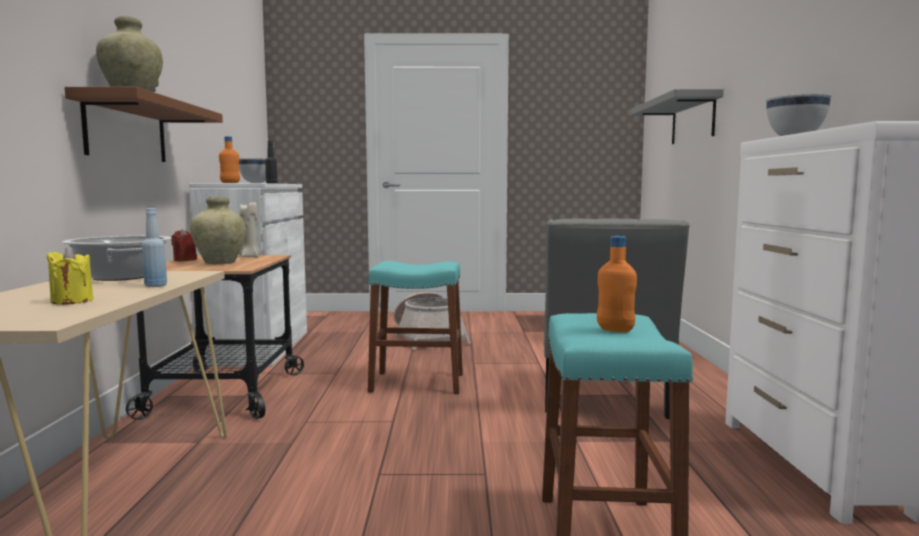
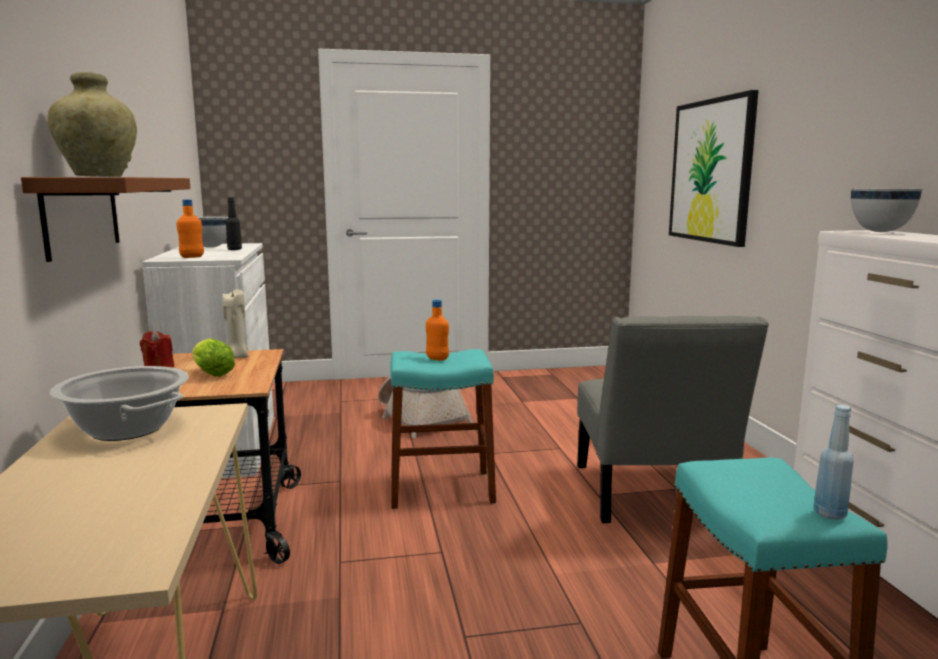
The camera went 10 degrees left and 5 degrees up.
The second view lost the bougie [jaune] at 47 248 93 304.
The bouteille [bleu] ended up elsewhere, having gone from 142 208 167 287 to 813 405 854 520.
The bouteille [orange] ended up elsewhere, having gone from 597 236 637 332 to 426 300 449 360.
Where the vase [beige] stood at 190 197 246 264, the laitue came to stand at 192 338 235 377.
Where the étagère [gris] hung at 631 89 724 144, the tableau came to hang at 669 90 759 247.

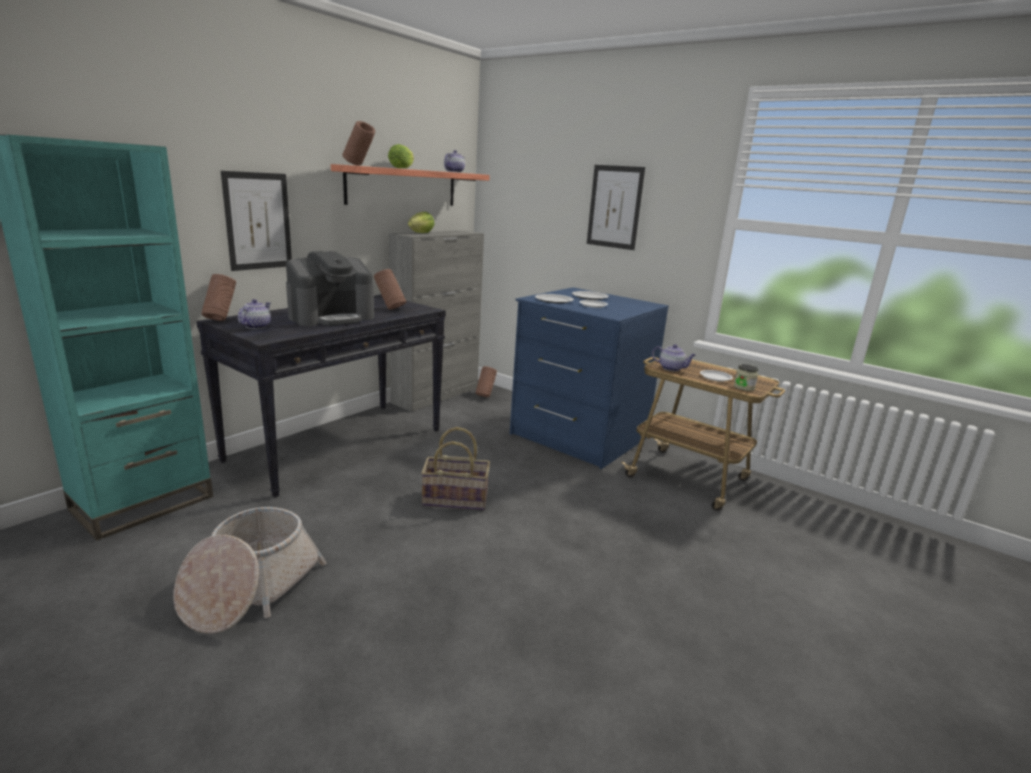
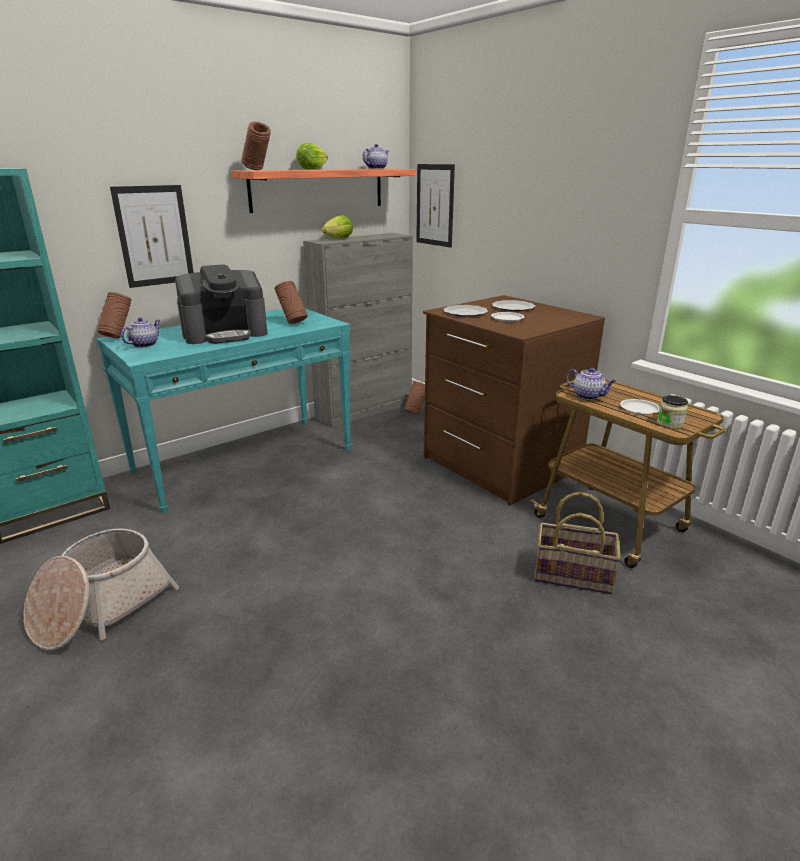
The camera went 15 degrees right and 5 degrees up.
The panier ended up elsewhere, having gone from 421 427 490 510 to 535 492 621 594.
The tableau ended up elsewhere, having gone from 587 165 645 250 to 416 164 455 248.
What was the table console [noir] at 196 295 446 497 turned into the table console [turquoise] at 96 308 351 514.
What was the commode [bleu] at 510 287 669 469 turned into the commode [marron] at 423 295 605 505.

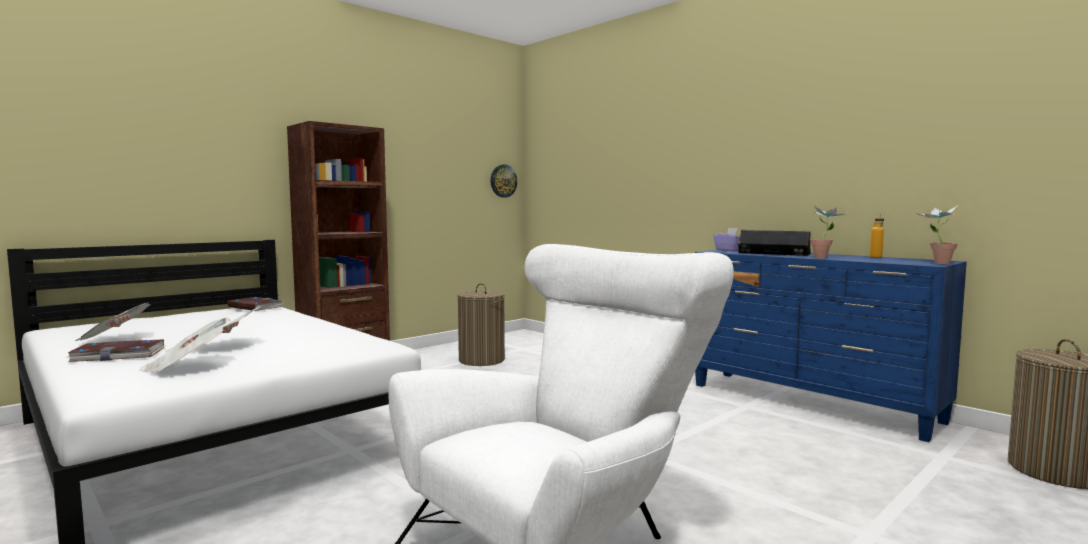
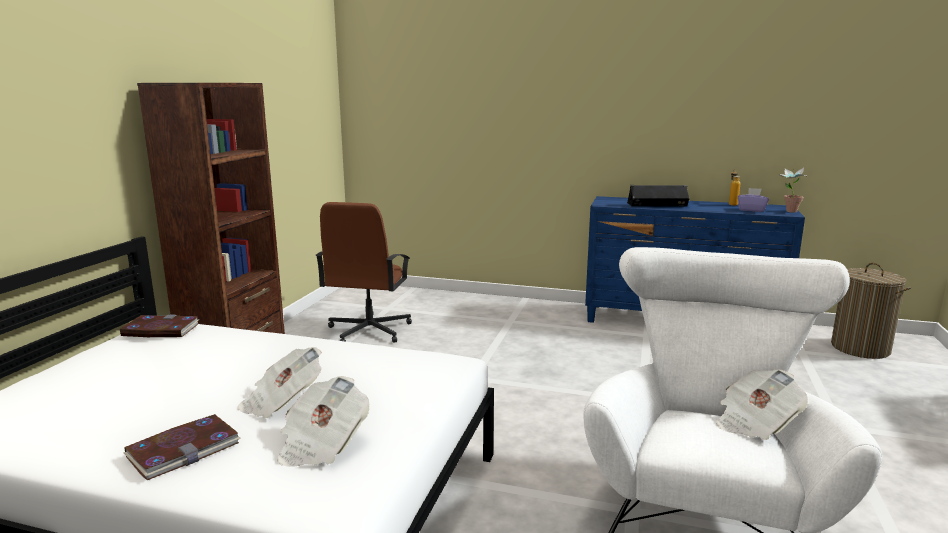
The camera went 30 degrees left and 10 degrees up.
The second view lost the horloge murale at 491 164 517 198.
The second view lost the plante en pot at 810 204 846 258.
The journal ended up elsewhere, having gone from 75 302 151 341 to 717 369 808 440.
The boîte à mouchoirs [violet] ended up elsewhere, having gone from 713 228 740 251 to 738 188 769 212.
Where the panier à linge stood at 457 283 505 366, the chaise de bureau [marron] came to stand at 316 202 412 343.

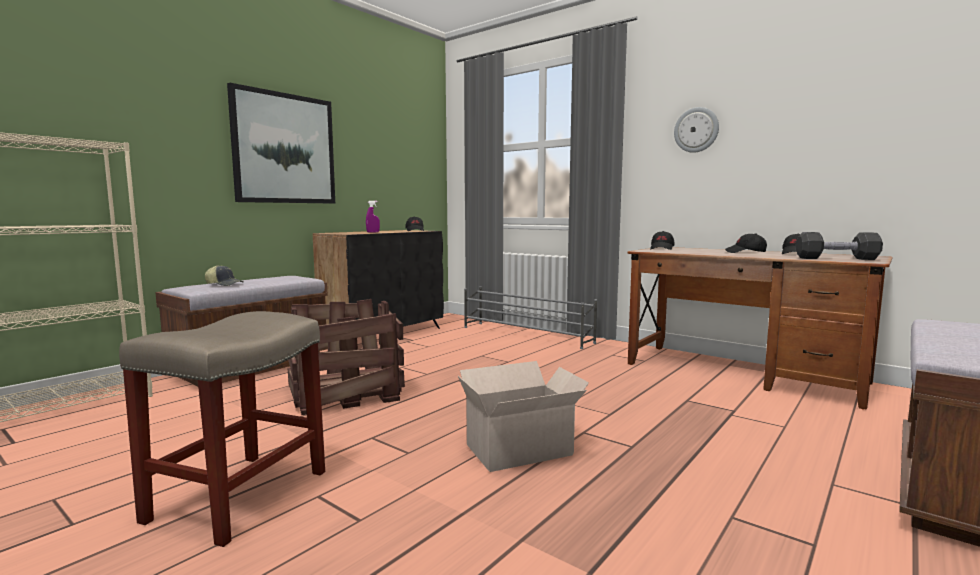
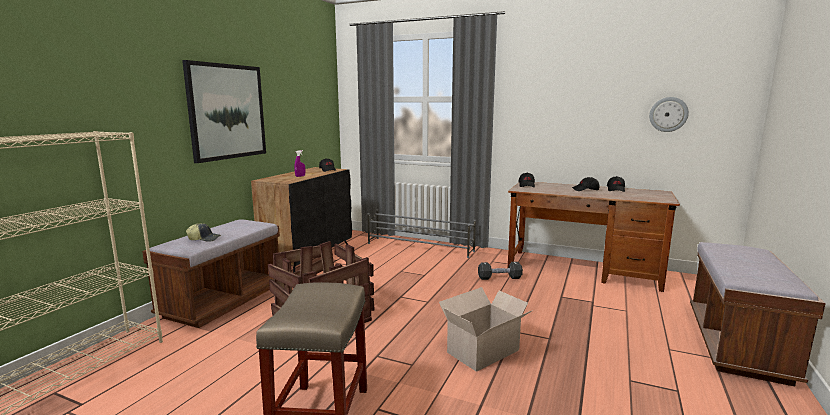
The camera went 15 degrees left and 5 degrees up.
The horloge murale ended up elsewhere, having gone from 674 107 719 153 to 649 97 689 132.
The haltère [noir] ended up elsewhere, having gone from 796 232 883 260 to 478 262 523 280.

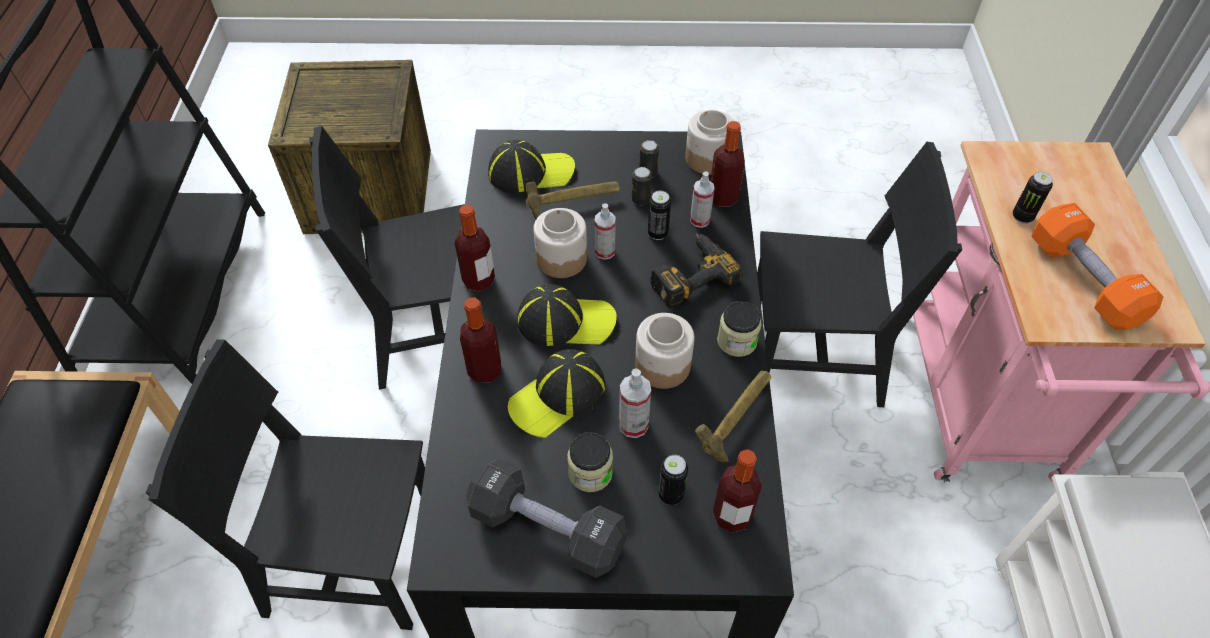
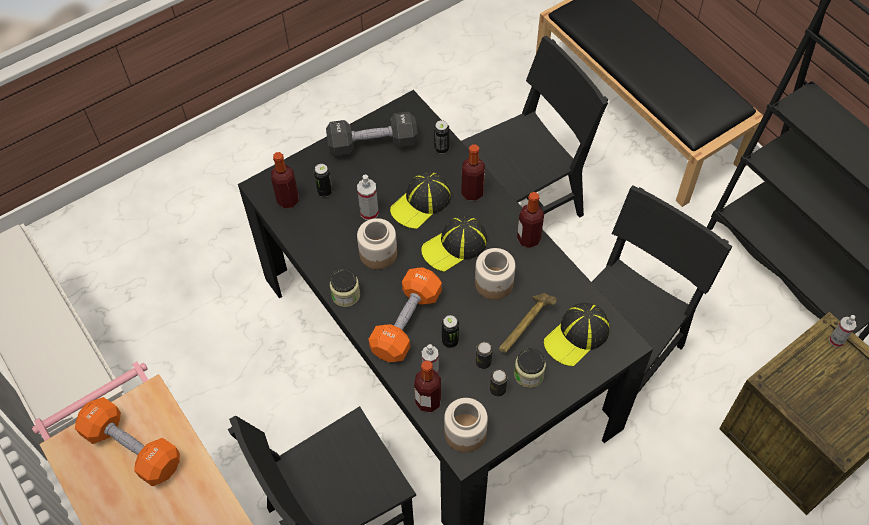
The camera went 145 degrees right and 5 degrees up.
The second view lost the marteau at 695 371 771 462.
The bocal ended up elsewhere, having gone from 567 432 613 492 to 514 348 546 388.
The vaporisateur ended up elsewhere, having gone from 595 203 616 260 to 829 315 856 347.
The boîte métallique ended up elsewhere, having gone from 1013 172 1053 224 to 434 120 449 154.
Where the perceuse stood at 650 233 743 308, the haltère [orange] came to stand at 368 268 442 362.
The casquette at 508 349 605 438 ended up facing another way, 150 degrees counterclockwise from before.

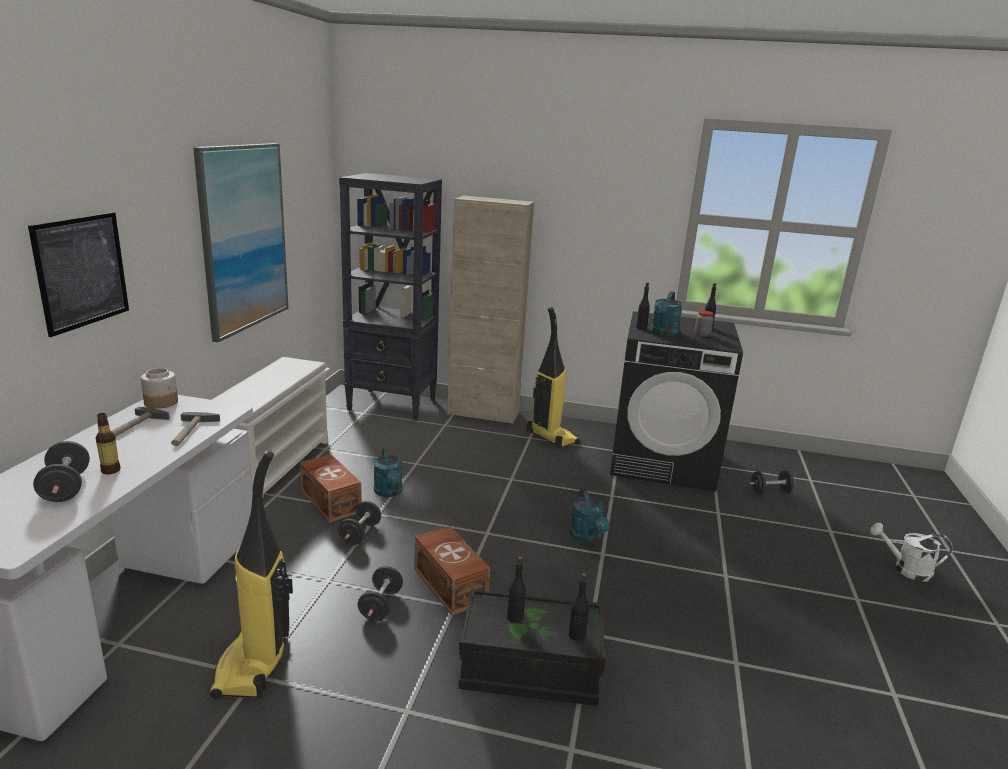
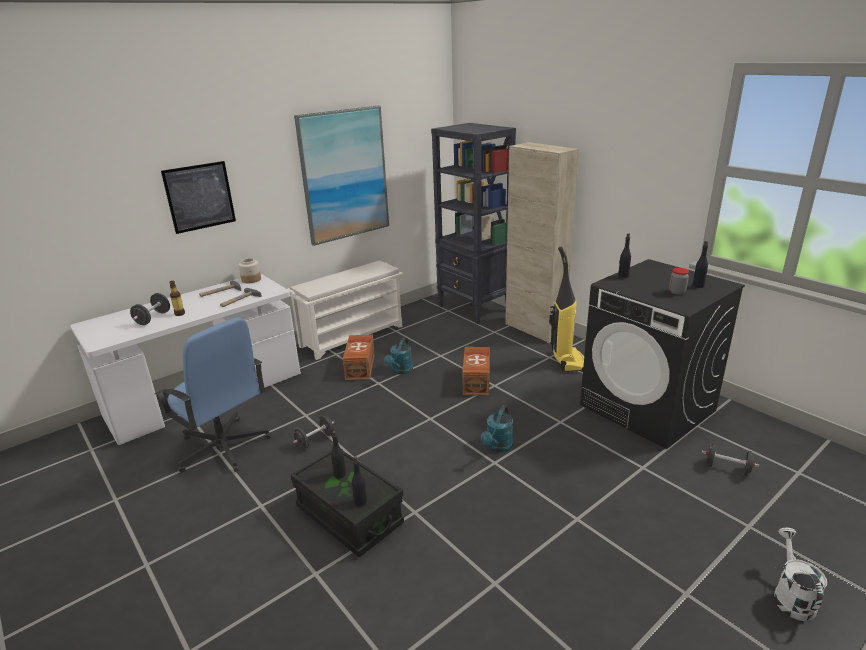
The camera went 40 degrees right and 5 degrees up.
The second view lost the haltère [noir] at 338 501 381 545.
The second view lost the arrosoir [turquoise] at 651 291 683 336.
The boîte de rangement [marron] ended up elsewhere, having gone from 414 526 490 616 to 462 347 490 395.
Where the aspirateur stood at 209 451 293 699, the chaise de bureau [bleu] came to stand at 155 317 271 472.
The arrosoir [blanc] at 870 523 952 582 ended up facing another way, 45 degrees clockwise from before.

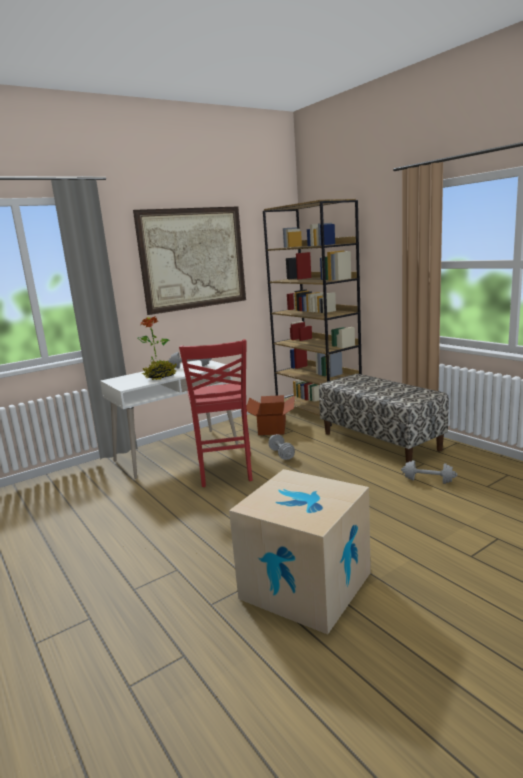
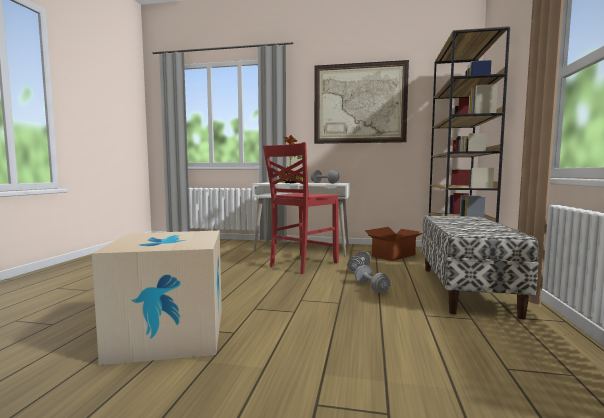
The camera went 45 degrees right and 10 degrees down.
The haltère [gris] ended up elsewhere, having gone from 401 461 457 484 to 355 265 390 293.

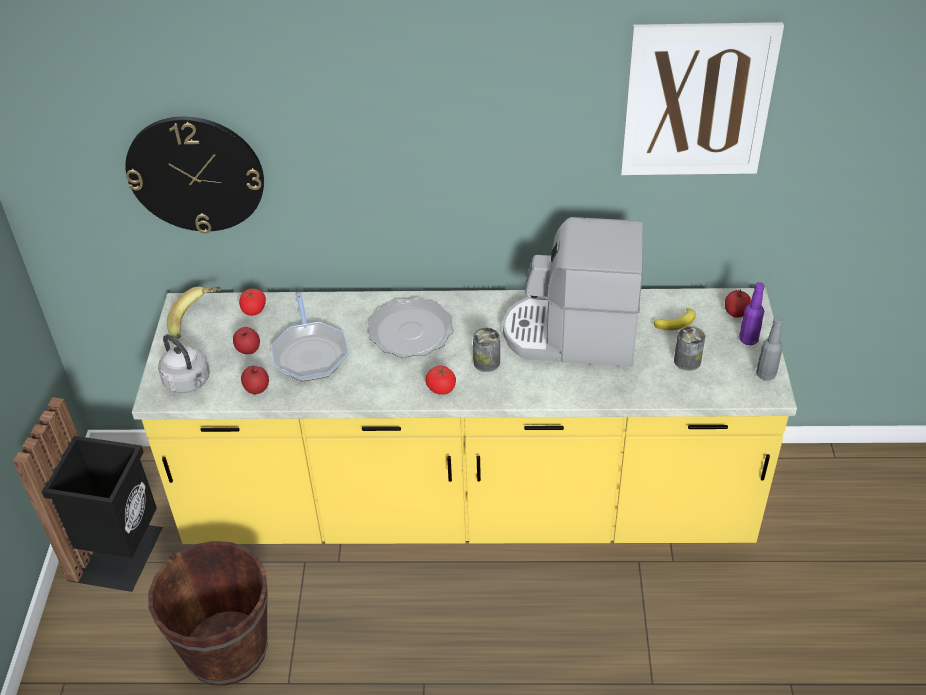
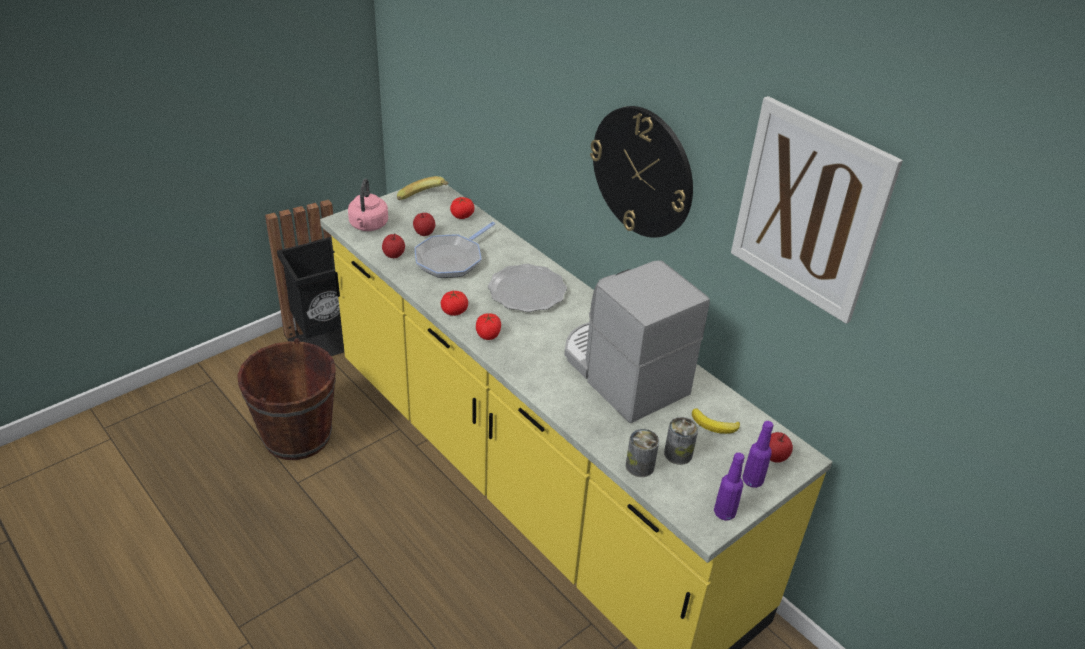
The camera went 45 degrees right and 5 degrees down.
The second view gained the tomate at 441 291 468 316.
The horloge murale ended up elsewhere, having gone from 125 116 264 234 to 590 106 693 238.
The boîte métallique ended up elsewhere, having gone from 473 327 500 372 to 626 429 659 477.
What was the bouilloire [gris] at 158 334 210 393 turned into the bouilloire [rose] at 348 179 388 231.
What was the bouteille [gris] at 756 317 783 381 turned into the bouteille [violet] at 714 452 744 520.

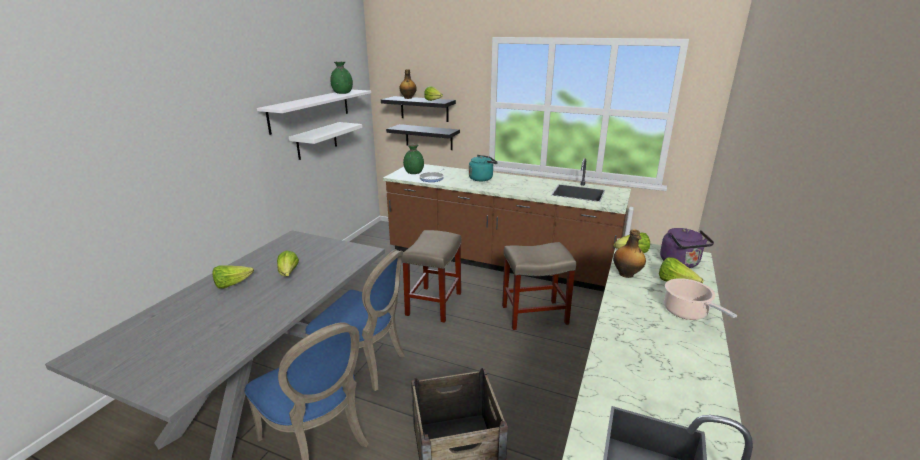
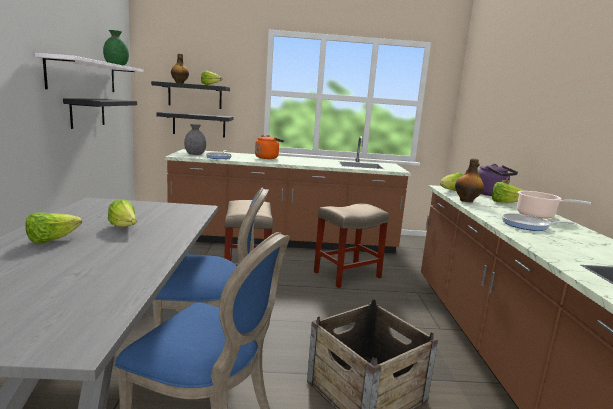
The camera went 25 degrees left and 10 degrees down.
The second view gained the poêle at 502 213 574 231.
What was the étagère [blanc] at 289 122 362 160 turned into the étagère [noir] at 63 98 137 129.
What was the vase [vert] at 403 144 424 174 turned into the vase [gris] at 184 124 206 155.
What was the bouilloire [turquoise] at 469 155 498 181 turned into the bouilloire [orange] at 255 135 284 159.

